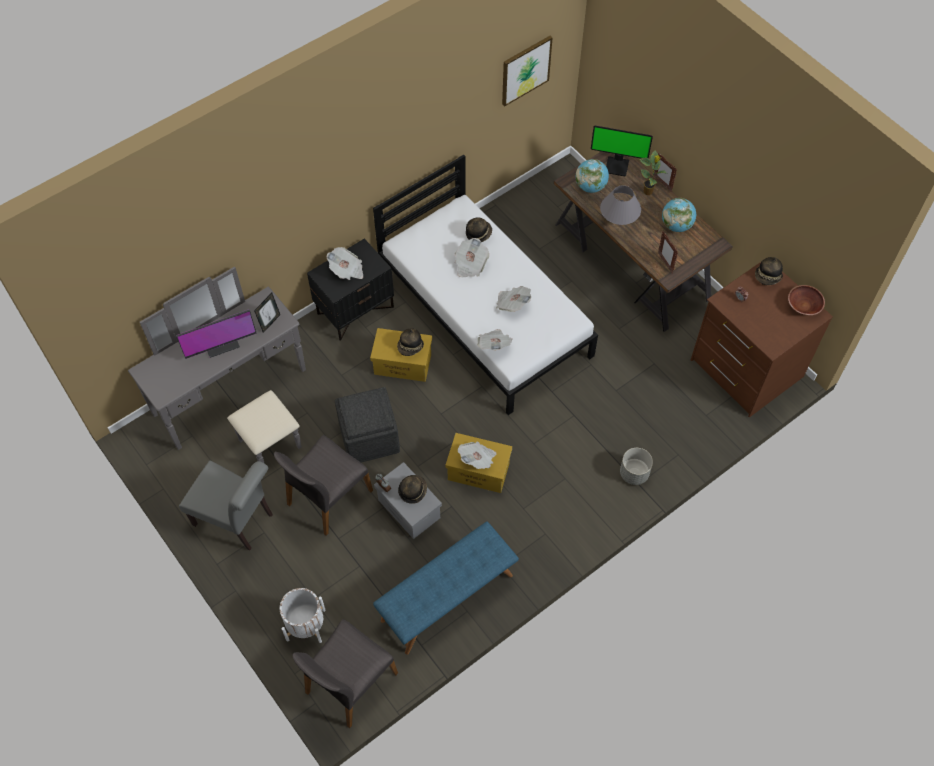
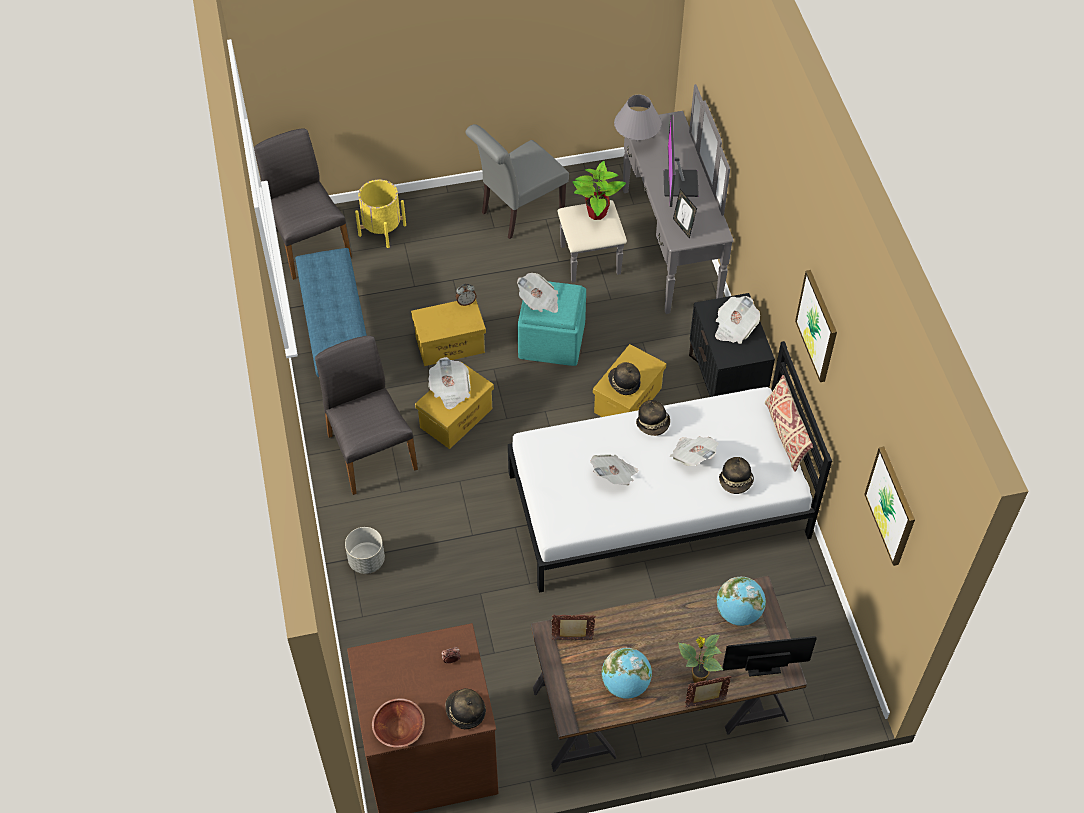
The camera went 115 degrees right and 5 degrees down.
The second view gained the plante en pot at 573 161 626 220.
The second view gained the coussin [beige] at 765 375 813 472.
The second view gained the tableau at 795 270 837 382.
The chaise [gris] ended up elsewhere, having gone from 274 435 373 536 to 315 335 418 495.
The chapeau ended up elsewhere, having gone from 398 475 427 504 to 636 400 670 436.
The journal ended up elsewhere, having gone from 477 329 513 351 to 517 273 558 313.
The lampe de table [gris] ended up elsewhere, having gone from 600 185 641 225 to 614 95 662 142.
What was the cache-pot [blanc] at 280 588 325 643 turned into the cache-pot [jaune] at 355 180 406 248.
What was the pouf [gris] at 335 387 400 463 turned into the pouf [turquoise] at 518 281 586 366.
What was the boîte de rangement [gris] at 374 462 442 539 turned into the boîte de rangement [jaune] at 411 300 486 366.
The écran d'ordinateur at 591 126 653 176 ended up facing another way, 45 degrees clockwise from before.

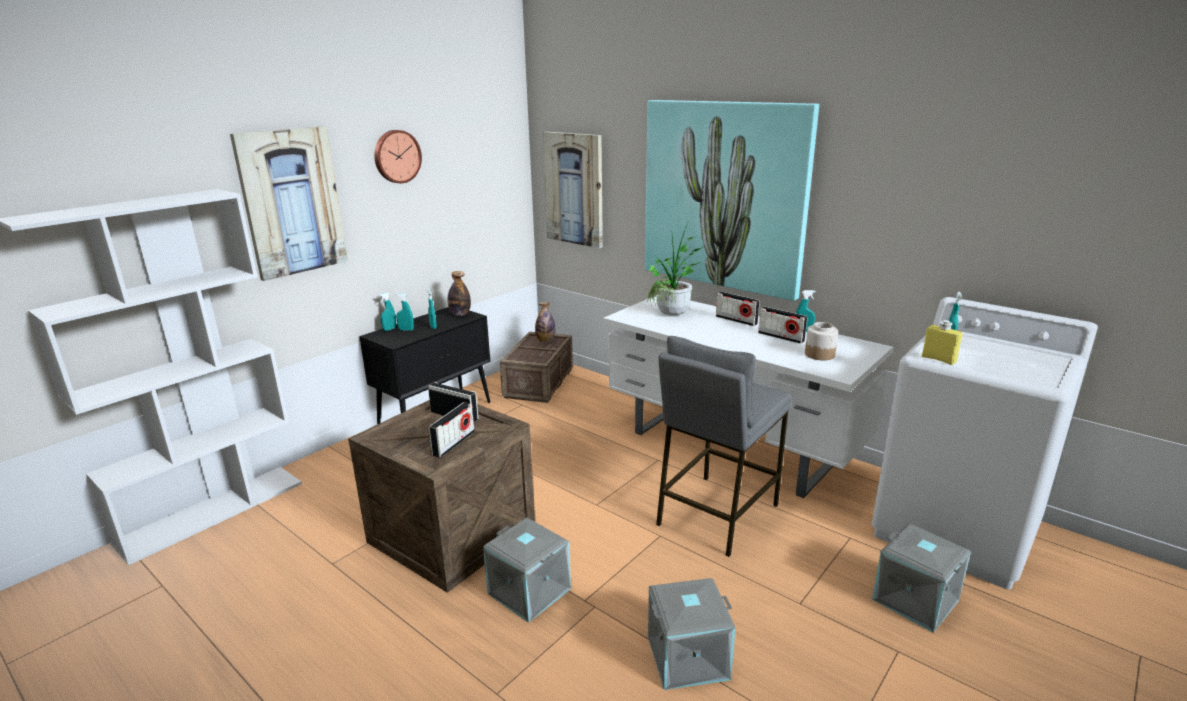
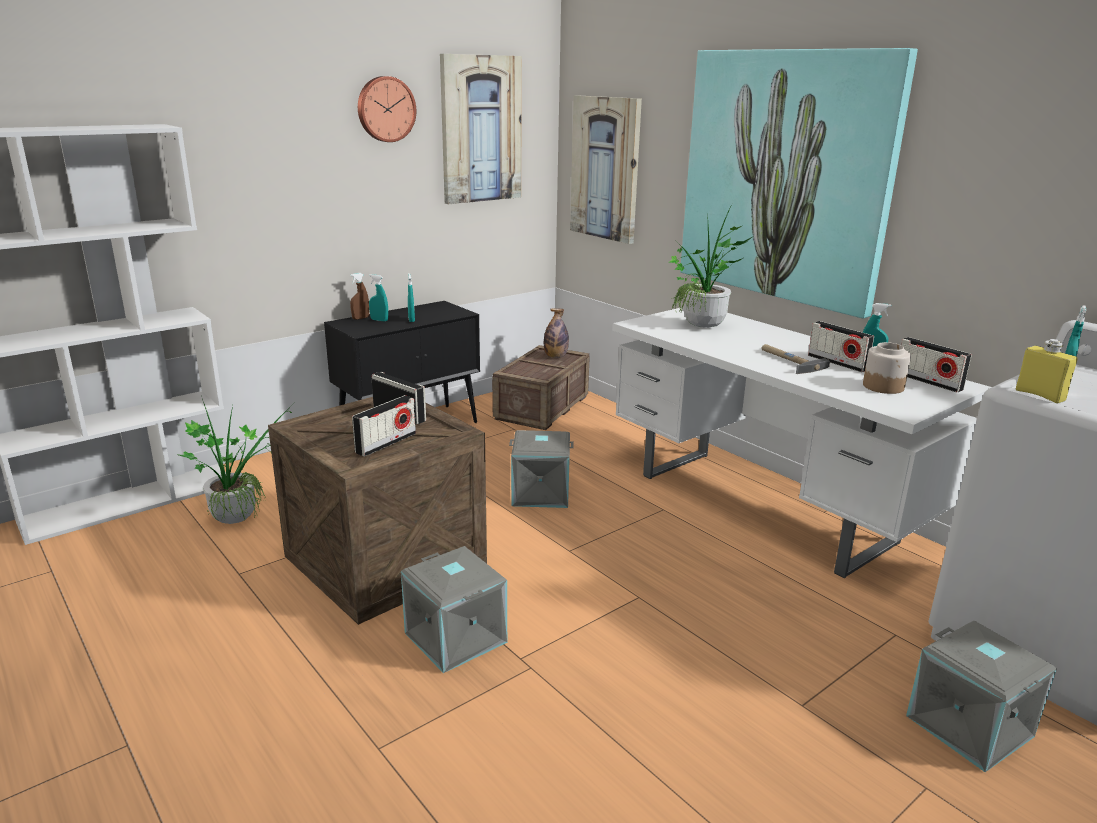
The camera went 10 degrees right and 0 degrees up.
The second view lost the bouteille at 447 271 471 316.
The second view lost the tabouret [gris] at 656 336 791 557.
The second view gained the plante en pot at 176 399 292 524.
The second view gained the marteau at 762 344 830 374.
The tableau ended up elsewhere, having gone from 230 126 348 281 to 440 54 522 204.
The boîte de rangement [gris] ended up elsewhere, having gone from 648 578 736 690 to 509 430 574 508.
The radio ended up elsewhere, having gone from 716 292 760 326 to 901 337 972 393.
What was the vaporisateur [turquoise] at 379 292 396 331 turned into the vaporisateur [marron] at 350 273 369 320.

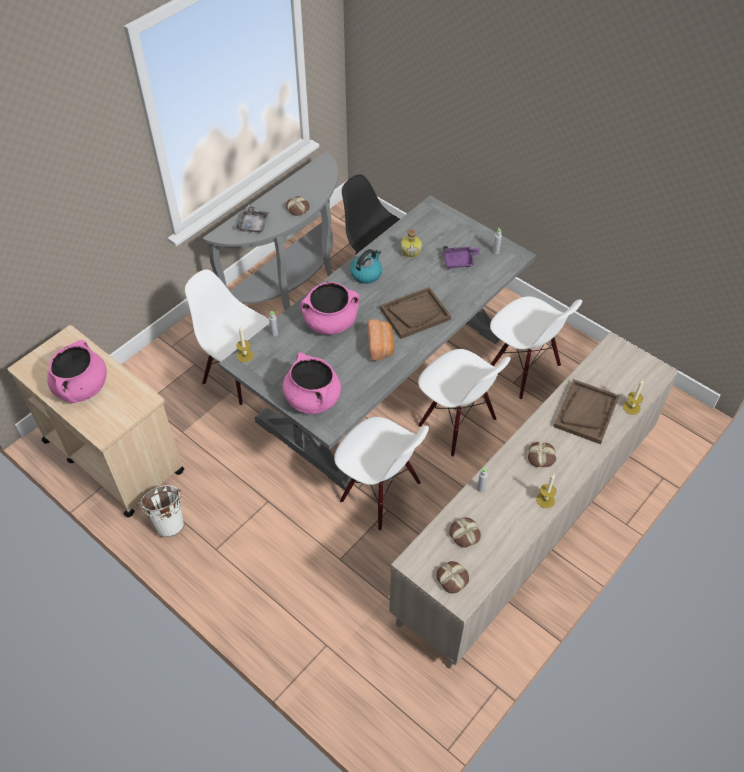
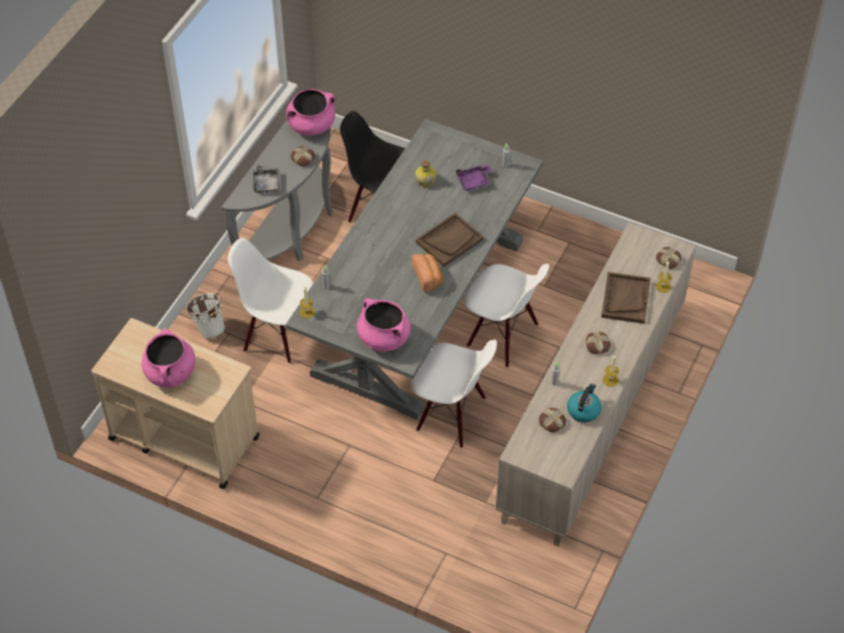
The camera went 15 degrees left and 0 degrees up.
The second view lost the chaise [blanc] at 490 296 583 400.
The seau [blanc] ended up elsewhere, having gone from 139 485 185 537 to 186 292 225 339.
The marmite [rose] ended up elsewhere, having gone from 300 282 360 335 to 286 89 335 136.
The bouilloire ended up elsewhere, having gone from 350 249 382 284 to 567 383 601 422.
The pain ended up elsewhere, having gone from 436 561 469 593 to 656 247 682 269.

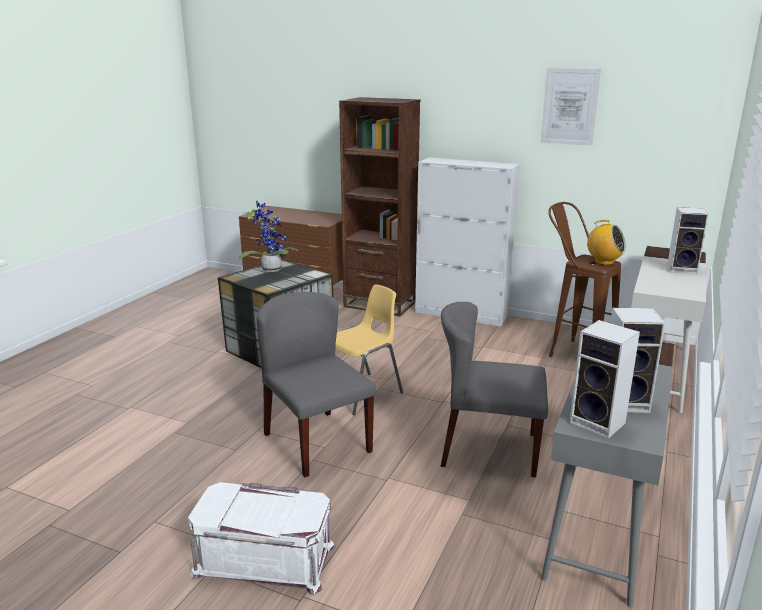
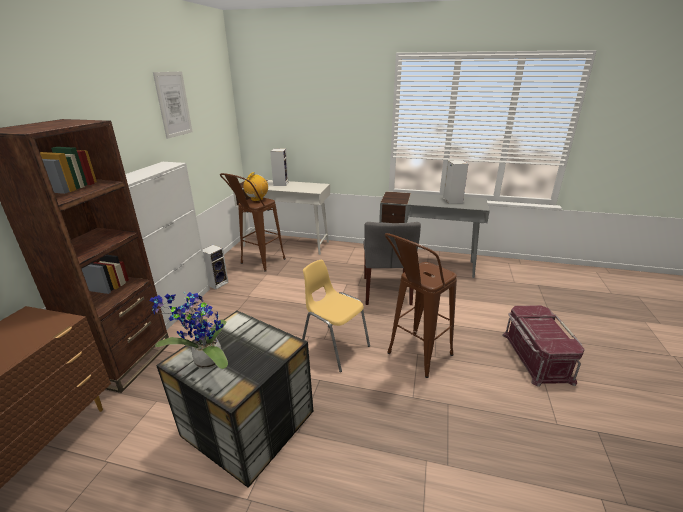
The camera went 100 degrees left and 5 degrees up.
The enceinte ended up elsewhere, having gone from 569 320 640 439 to 202 245 228 289.
Where the chaise [gris] stood at 257 292 375 477, the tabouret [marron] came to stand at 385 233 457 378.
What was the boîte de rangement [blanc] at 188 482 336 595 turned into the boîte de rangement [rouge] at 502 305 585 387.

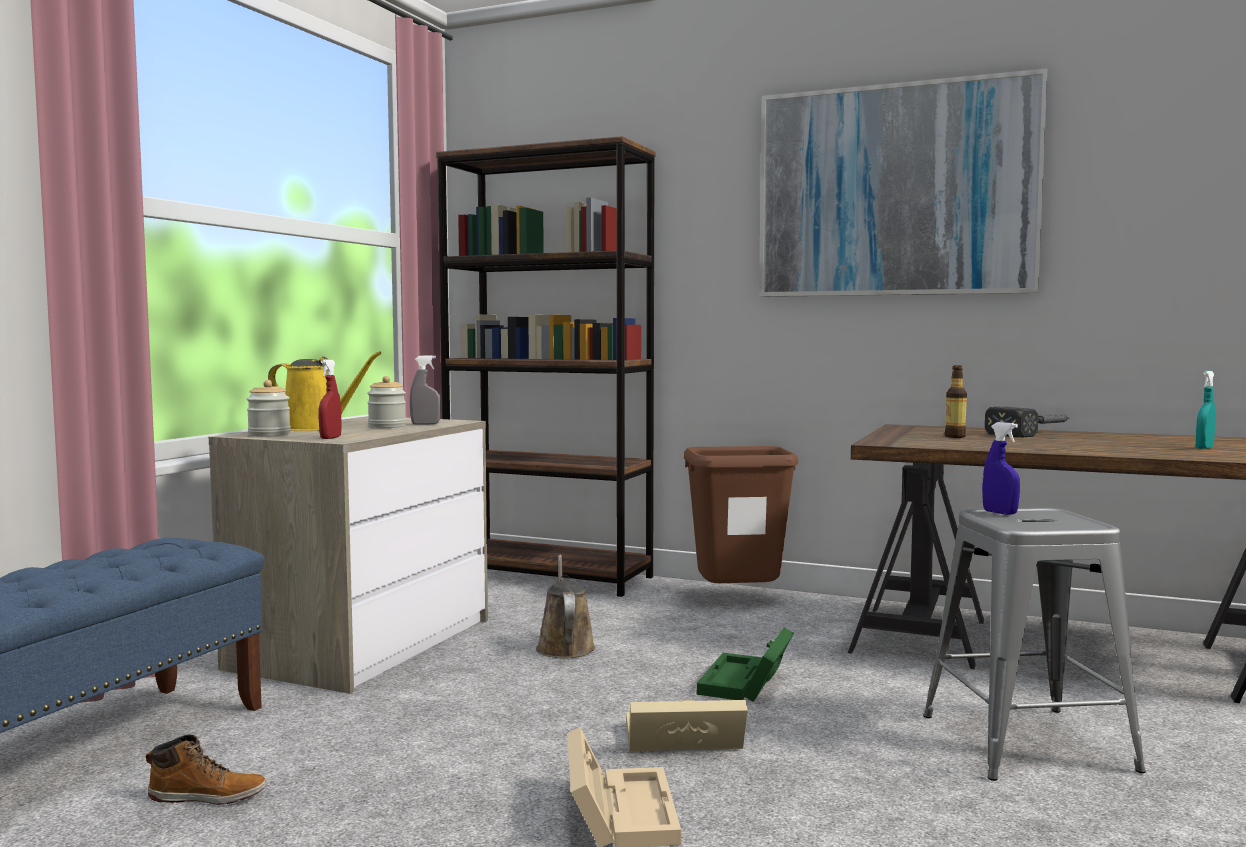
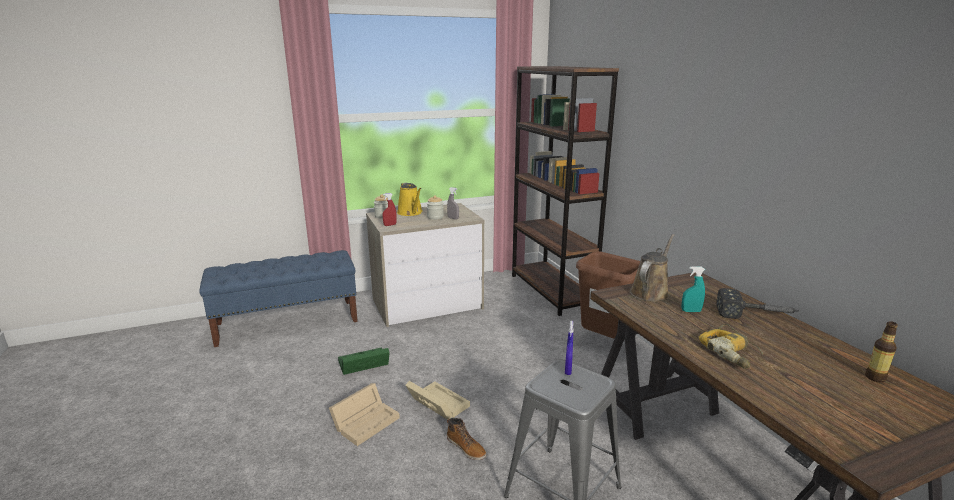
The camera went 45 degrees right and 15 degrees up.
The second view lost the tableau at 759 69 1047 297.
The second view gained the perceuse at 698 324 763 369.
The botte ended up elsewhere, having gone from 145 734 267 805 to 447 418 487 460.
The arrosoir [marron] ended up elsewhere, having gone from 536 555 596 659 to 630 234 674 302.
The boîte de rangement [vert] ended up elsewhere, having gone from 697 628 794 702 to 338 347 390 375.
The bouteille ended up elsewhere, having gone from 945 365 967 438 to 865 321 898 383.
The vaporisateur [turquoise] ended up elsewhere, having gone from 1196 371 1216 449 to 682 266 705 312.

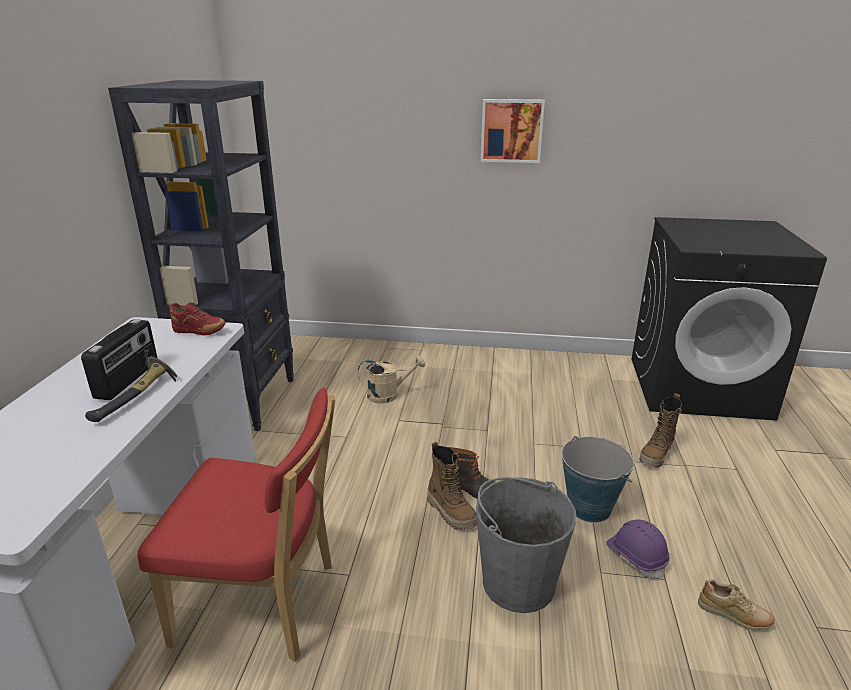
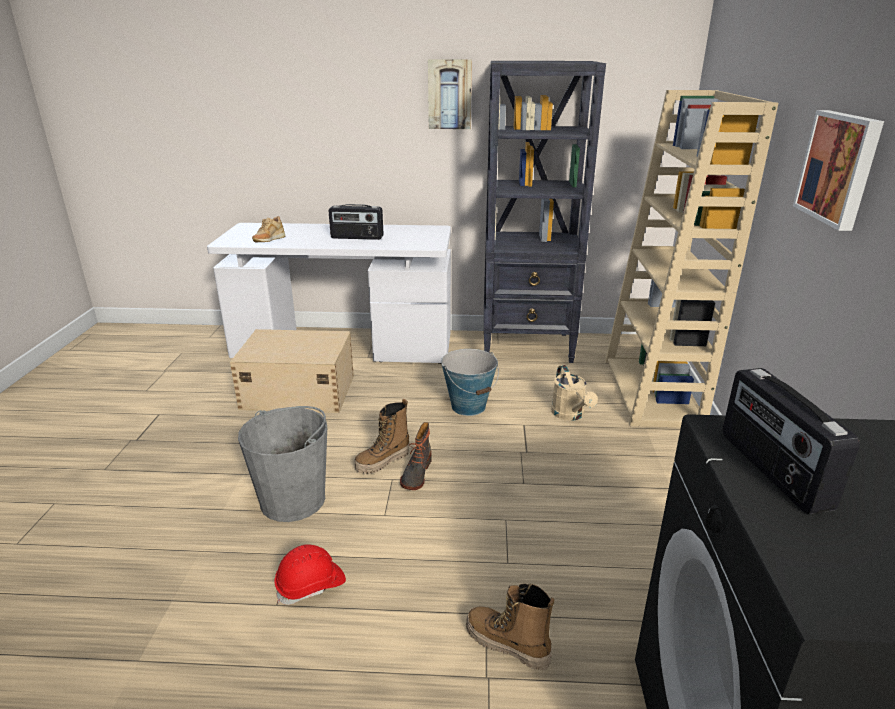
The camera went 85 degrees right and 0 degrees up.
The second view lost the marteau at 85 356 177 422.
The second view lost the chaussure [rouge] at 169 303 226 335.
The second view gained the tableau at 428 59 472 129.
The second view gained the bibliothèque [beige] at 605 90 778 428.
The second view gained the radio at 723 368 860 514.
The seau ended up elsewhere, having gone from 562 436 634 523 to 441 349 499 416.
The chaussure [beige] ended up elsewhere, having gone from 698 579 775 630 to 252 216 285 242.
Where the chaise [rouge] stood at 138 388 335 662, the boîte de rangement [beige] came to stand at 230 329 354 413.
What was the casque de chantier [violet] at 606 520 670 579 turned into the casque de chantier [rouge] at 274 544 346 605.

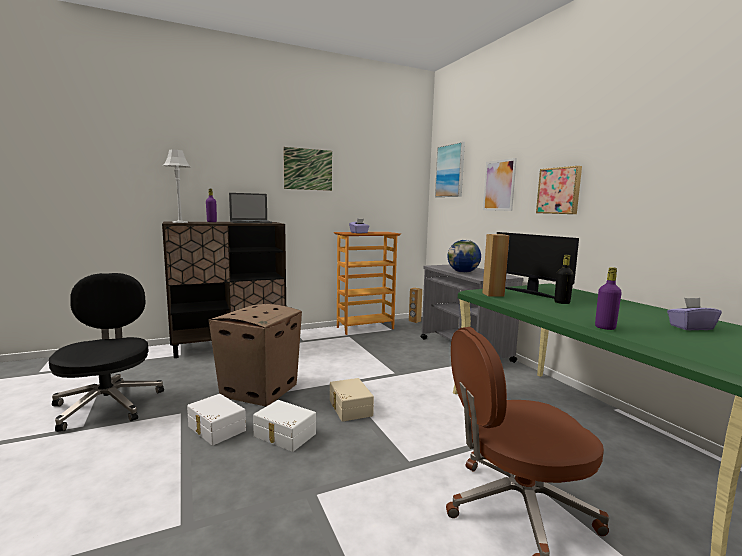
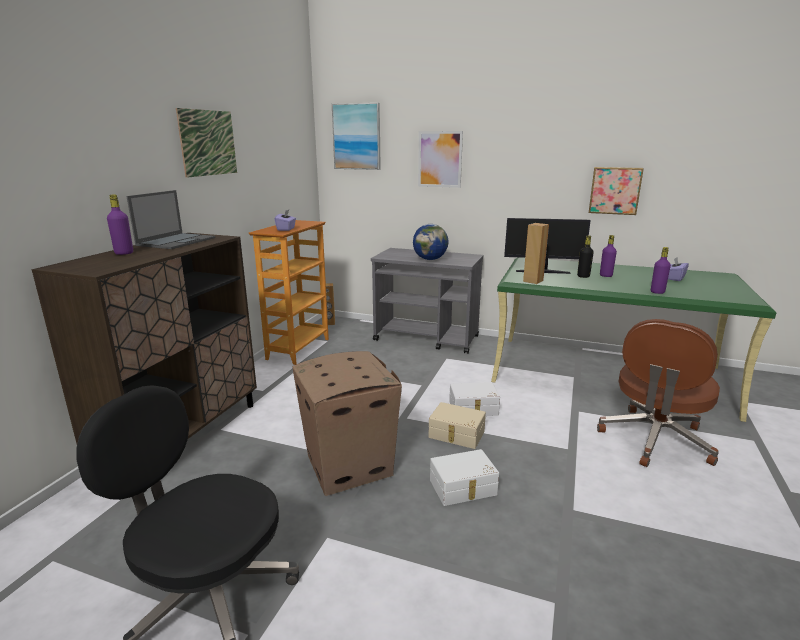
The camera went 45 degrees left and 10 degrees up.
The second view lost the lampe de table [gris] at 163 149 190 223.
The second view gained the bouteille [violet] at 600 235 617 277.
The boîte de rangement [blanc] ended up elsewhere, having gone from 187 394 246 446 to 449 382 500 416.
The tableau ended up elsewhere, having gone from 536 166 582 214 to 589 167 644 215.

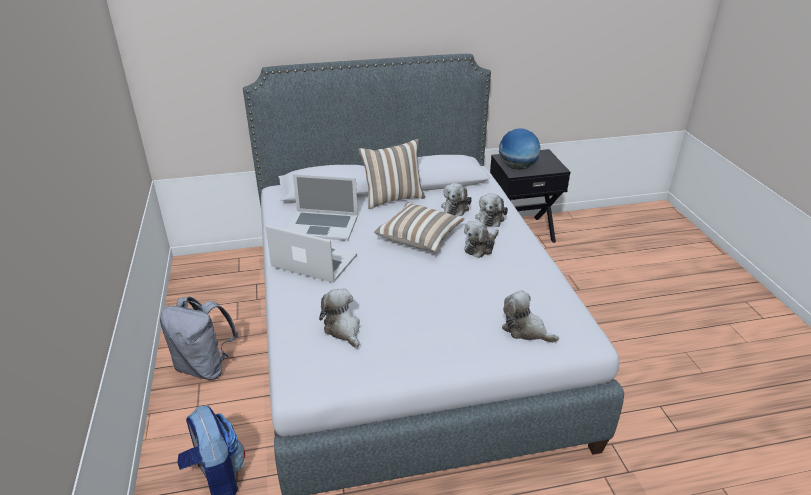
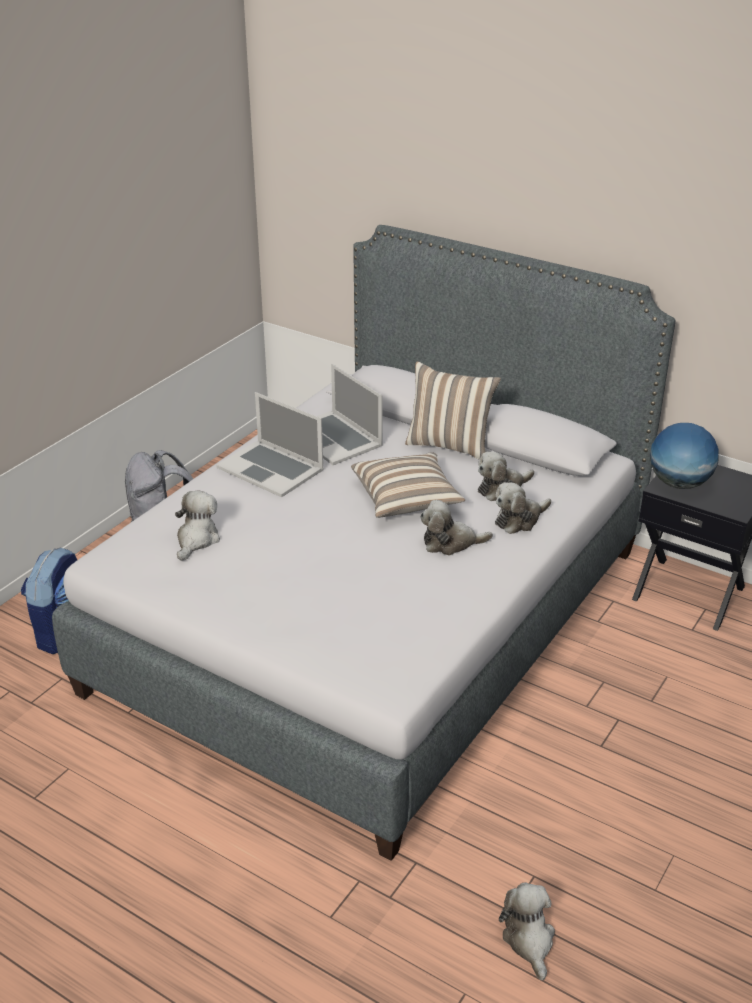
The camera went 45 degrees right and 0 degrees up.
The peluche ended up elsewhere, having gone from 502 290 559 343 to 499 882 555 980.
The ordinateur portable at 265 225 357 283 ended up facing another way, 150 degrees clockwise from before.

